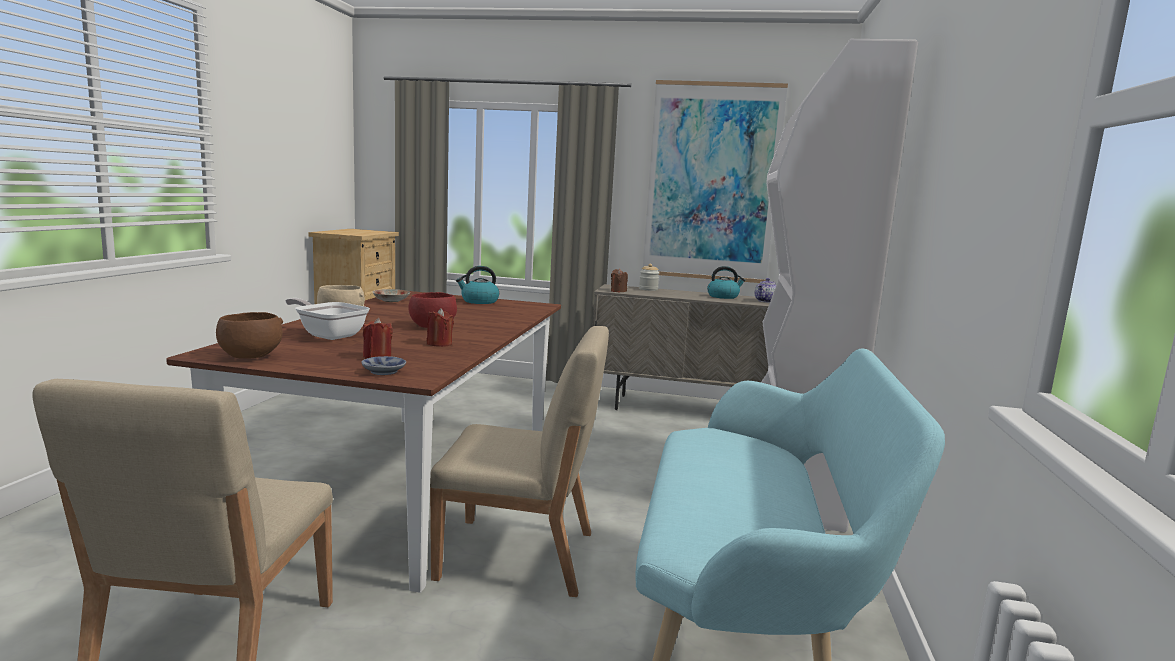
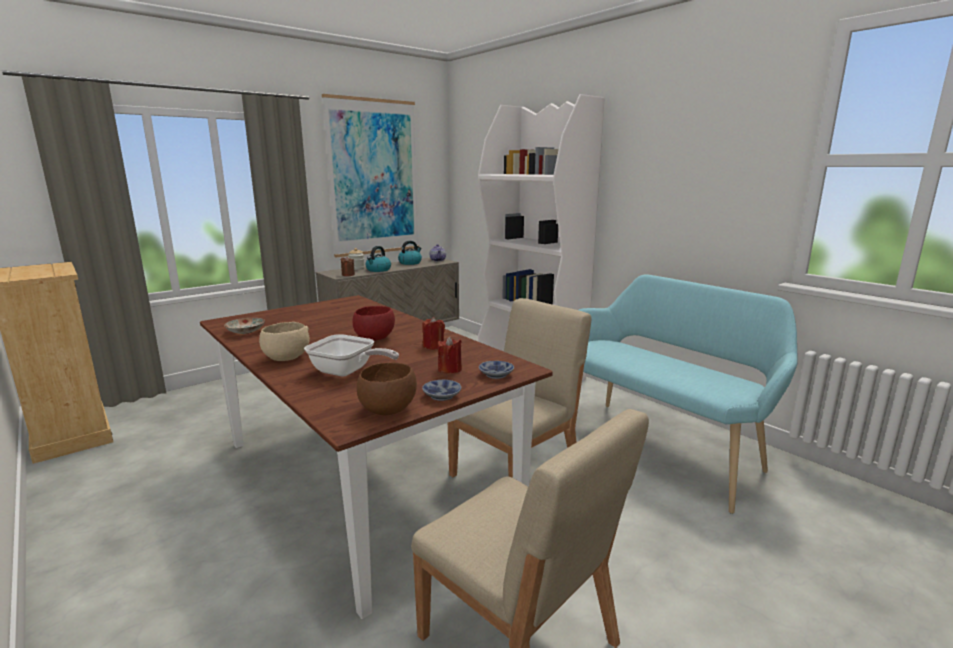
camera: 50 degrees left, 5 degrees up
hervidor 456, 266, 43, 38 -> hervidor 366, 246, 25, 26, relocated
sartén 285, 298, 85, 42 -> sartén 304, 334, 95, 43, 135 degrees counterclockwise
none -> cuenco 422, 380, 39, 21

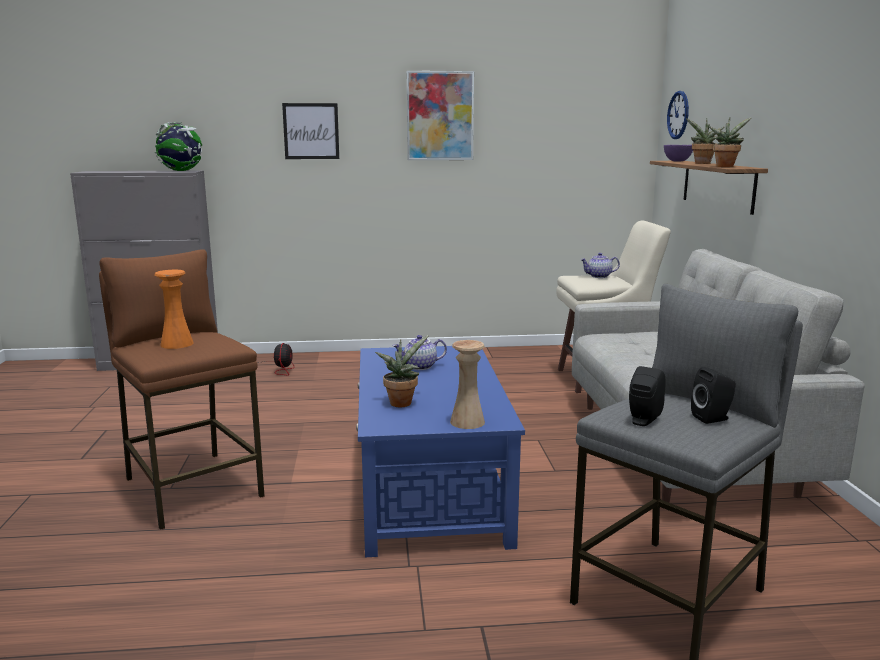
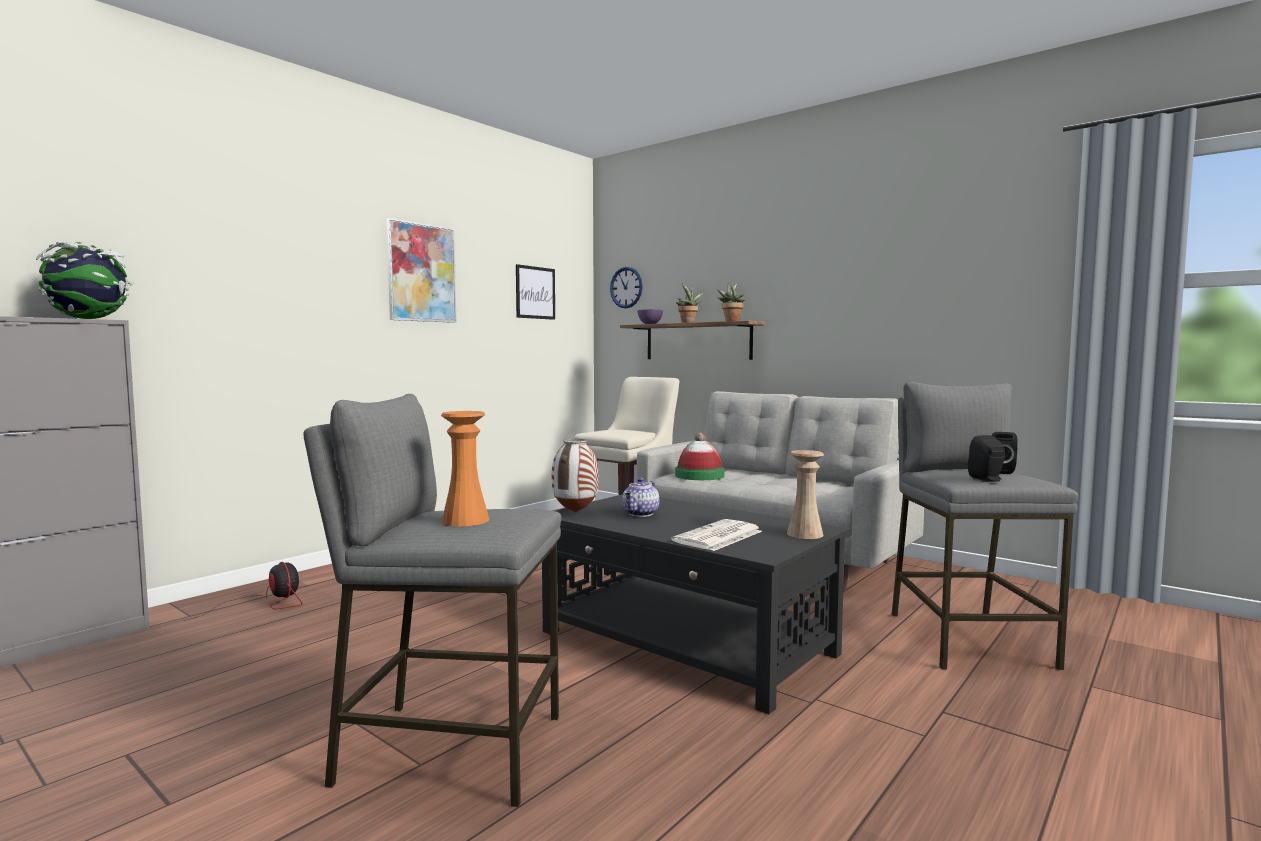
camera: 45 degrees left, 10 degrees down
cuadro 282, 103, 57, 56 -> cuadro 516, 264, 39, 56, relocated
taburete [marrón] 99, 249, 166, 281 -> taburete [gris] 303, 394, 258, 413
tetera 580, 253, 40, 25 -> none
planta en maceta 375, 335, 54, 72 -> periódico 672, 519, 90, 32
mesa de centro [azul] 356, 346, 169, 212 -> mesa de centro [negro] 542, 494, 308, 220
none -> sombrero 675, 432, 50, 48
none -> florero 552, 439, 47, 73

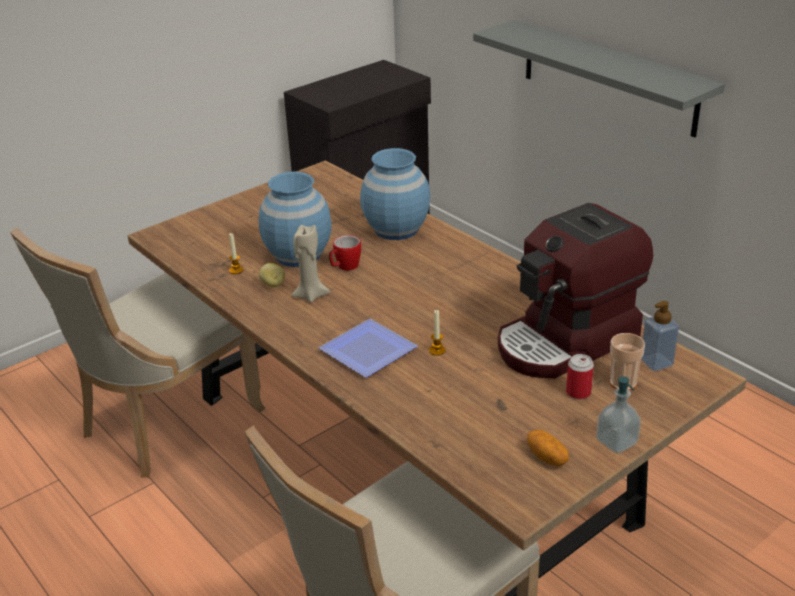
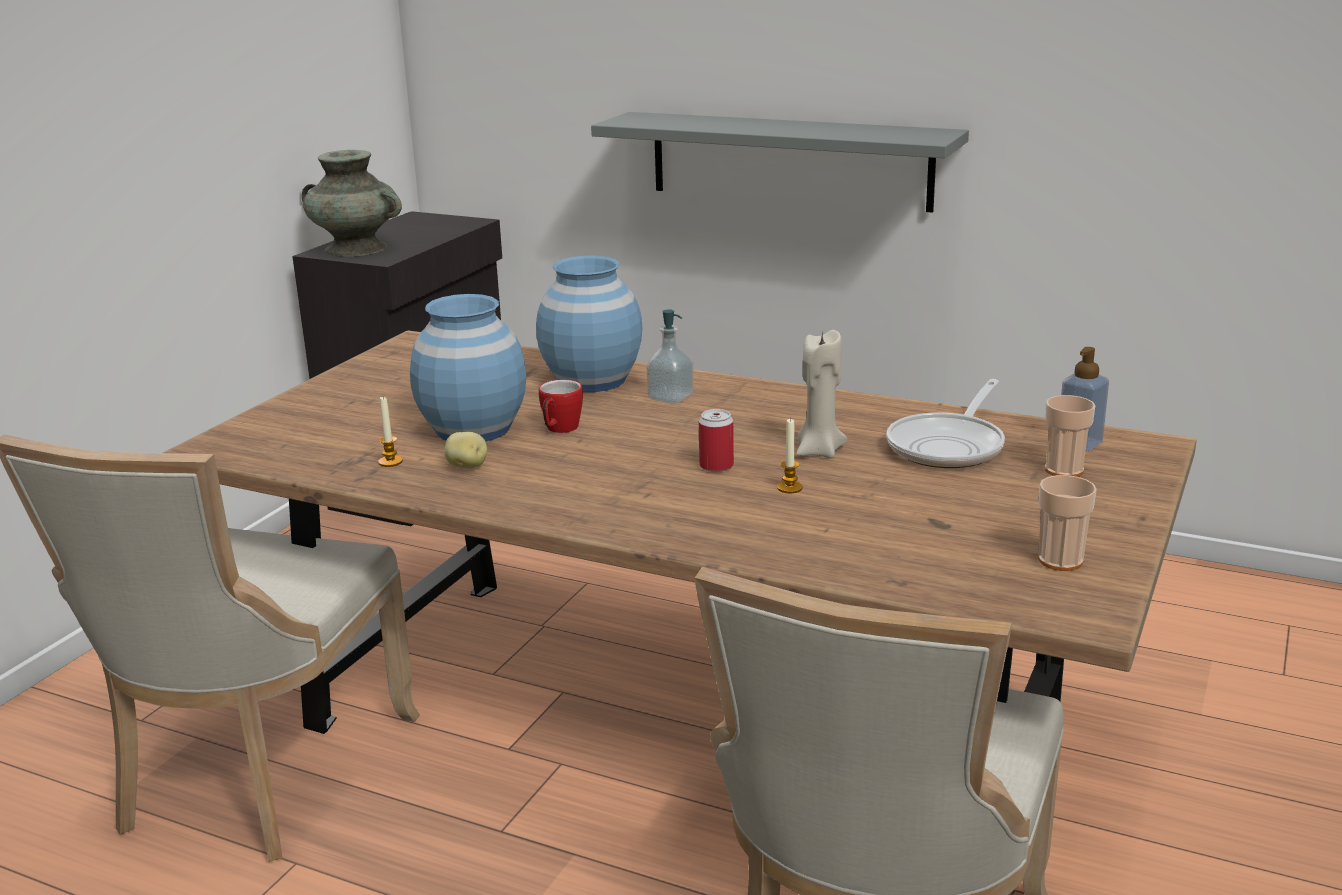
camera: 25 degrees left, 10 degrees down
cafetera 498, 203, 155, 175 -> sartén 886, 379, 119, 89
vela [beis] 291, 225, 39, 78 -> vela [beis] 796, 330, 51, 129, relocated
plato 319, 319, 99, 59 -> none
lata 566, 354, 28, 45 -> lata 699, 409, 35, 63, relocated
dispensador de jabón 596, 377, 45, 77 -> dispensador de jabón 647, 309, 47, 95, relocated
patata 527, 430, 42, 36 -> taza 1038, 475, 59, 96
none -> florero [turquesa] 302, 150, 100, 107

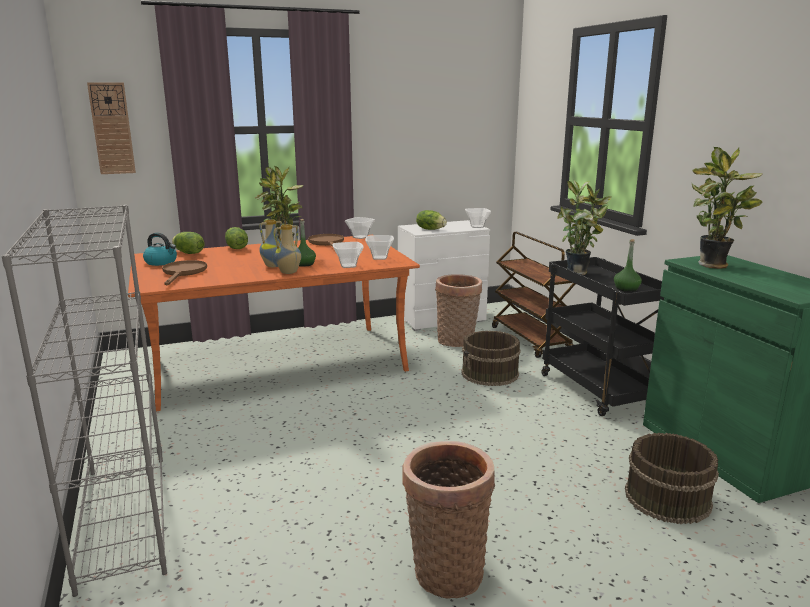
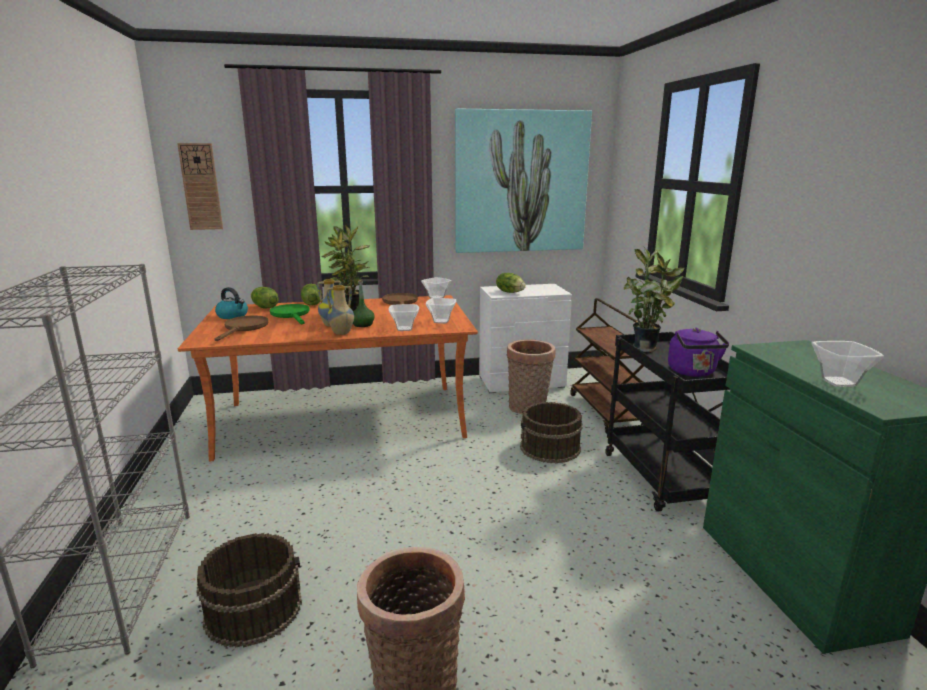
camera: 10 degrees right, 0 degrees up
planta en maceta 692, 146, 71, 123 -> none
cuenco 465, 208, 26, 20 -> cuenco 811, 341, 73, 46, relocated
botella [verde] 614, 239, 28, 53 -> hervidor [morado] 668, 328, 61, 49
cubo [marrón] 625, 433, 94, 91 -> cubo [marrón] 196, 533, 106, 115, relocated
none -> cuadro 455, 109, 137, 144
none -> sartén [verde] 270, 304, 40, 20

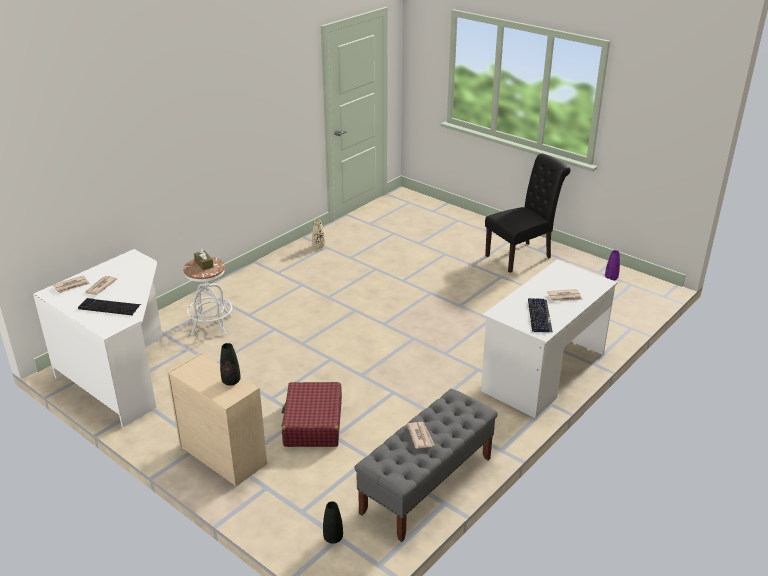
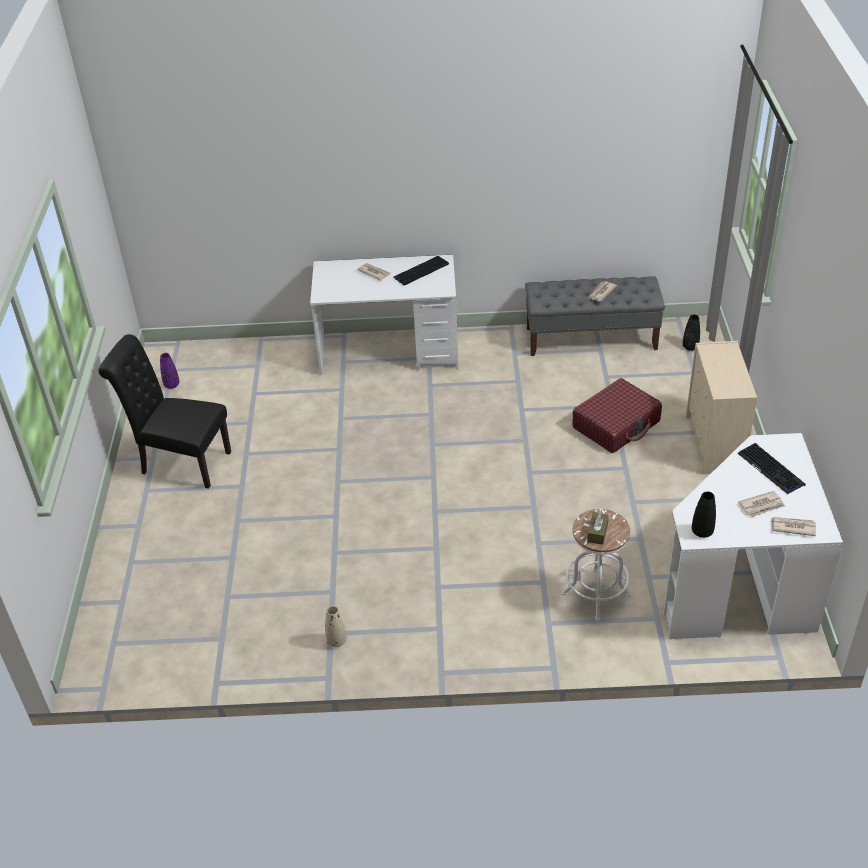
camera: 130 degrees left, 10 degrees up
florero [negro] 220, 343, 21, 43 -> florero [negro] 692, 491, 24, 47, relocated

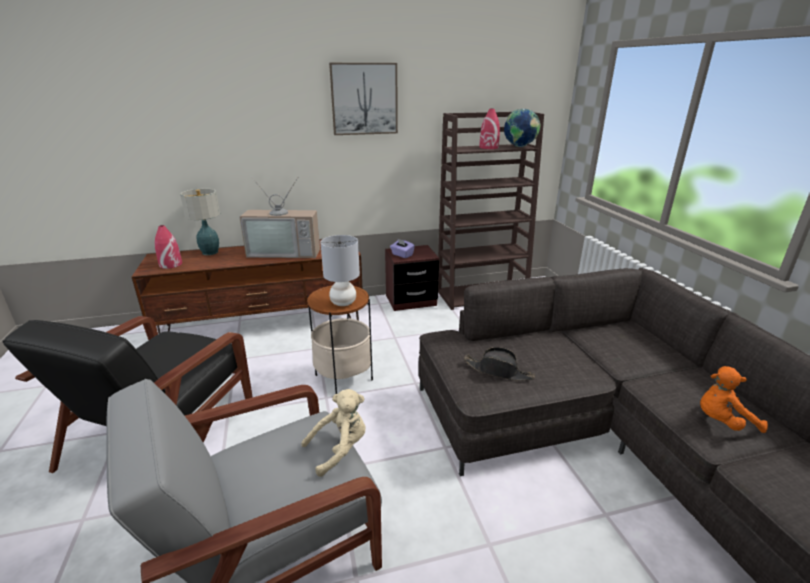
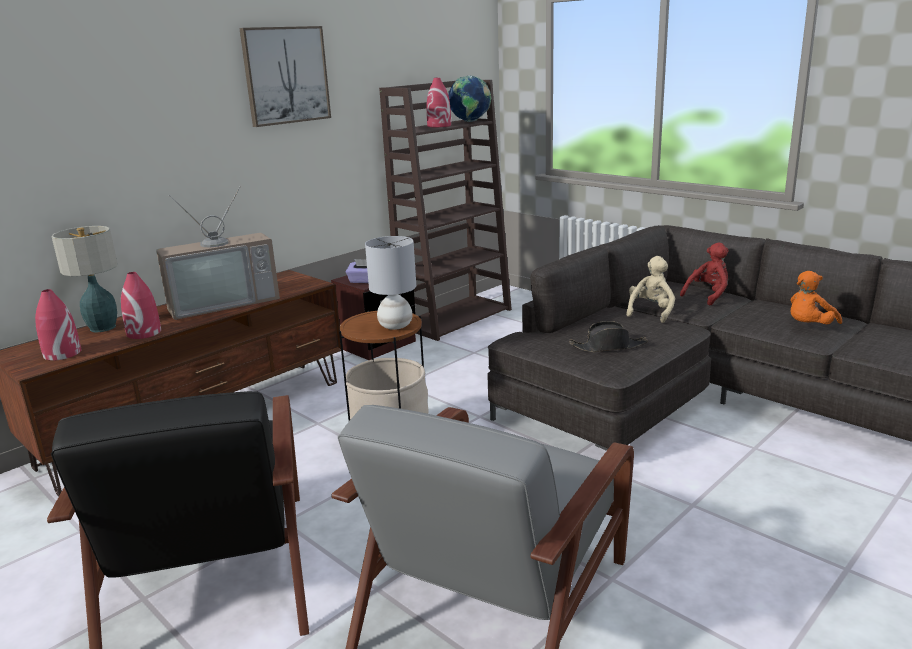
camera: 30 degrees left, 5 degrees down
peluche [beis] 301, 389, 65, 88 -> peluche [beis] 626, 256, 49, 67, relocated
none -> peluche [rojo] 680, 242, 49, 64
none -> florero [rojo] 121, 272, 40, 67

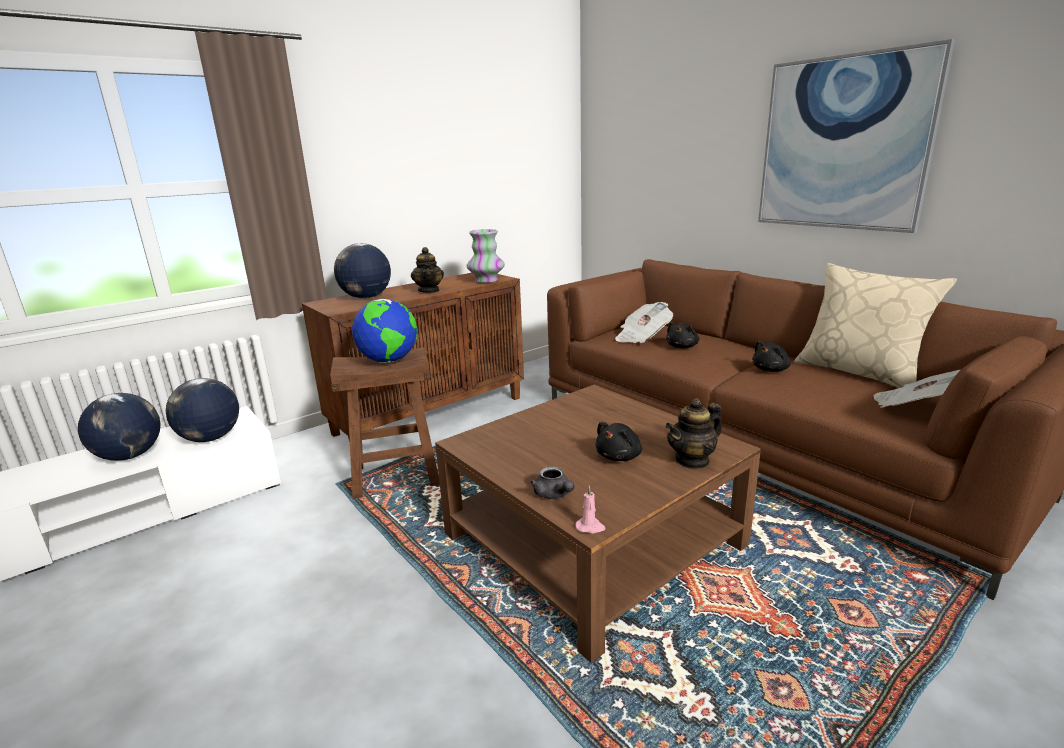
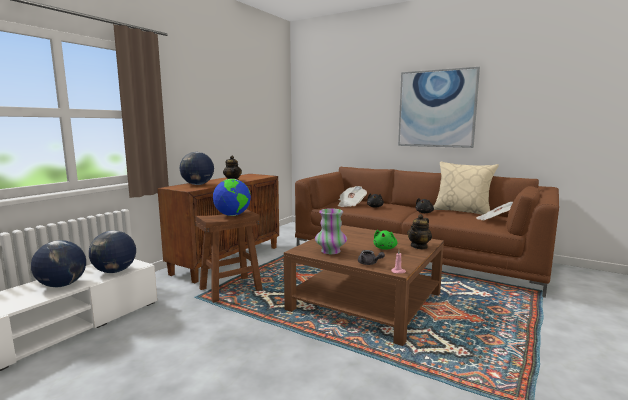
camera: 20 degrees left, 10 degrees down
florero 467, 229, 38, 54 -> florero 315, 208, 32, 46, relocated
peluche [negro] 595, 422, 47, 39 -> peluche [verde] 374, 230, 24, 20

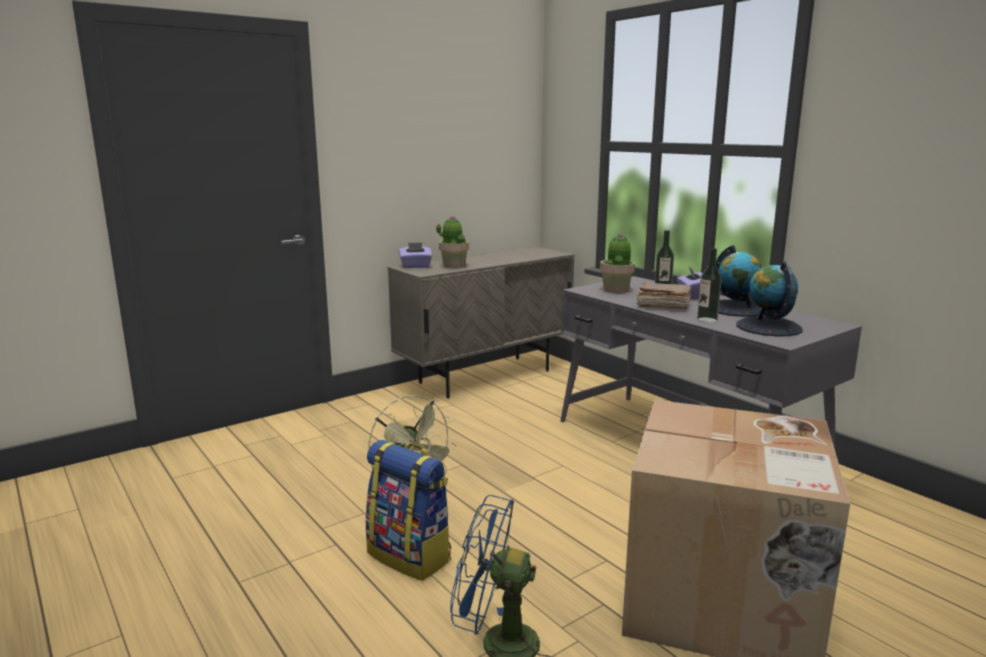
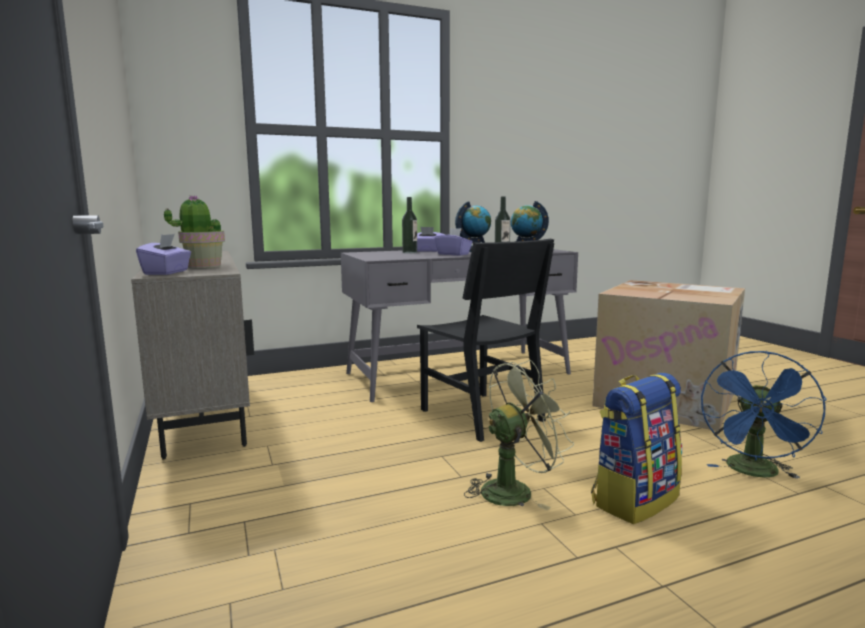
camera: 75 degrees left, 5 degrees down
planta en maceta 600, 234, 35, 59 -> none
libro [marrón] 637, 282, 54, 27 -> caja de pañuelos [morado] 435, 228, 37, 28
none -> silla [negro] 417, 238, 137, 204

